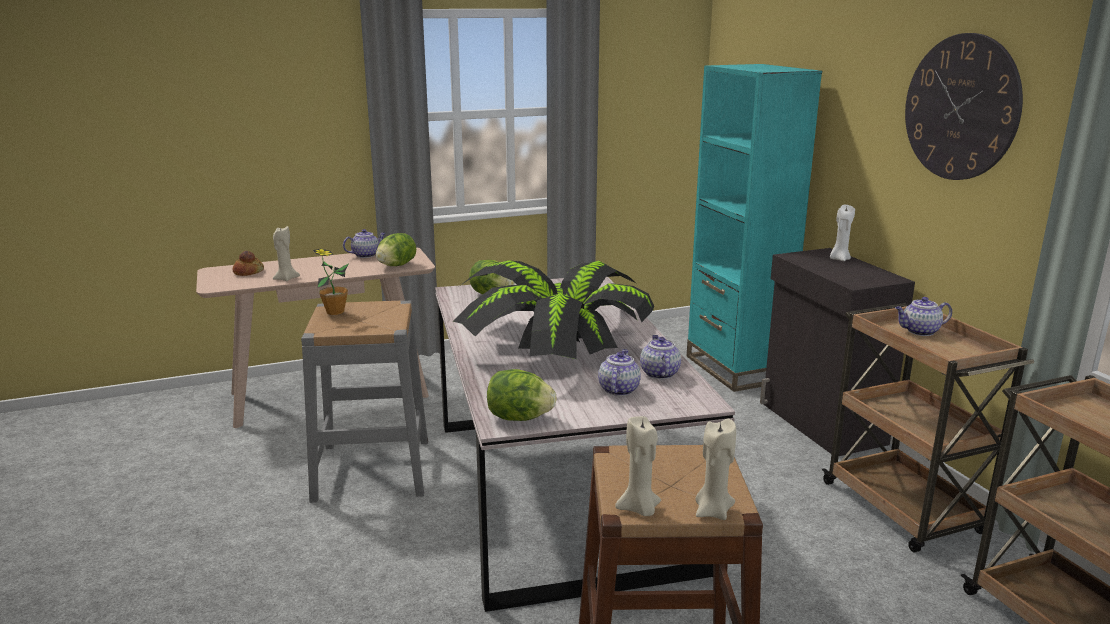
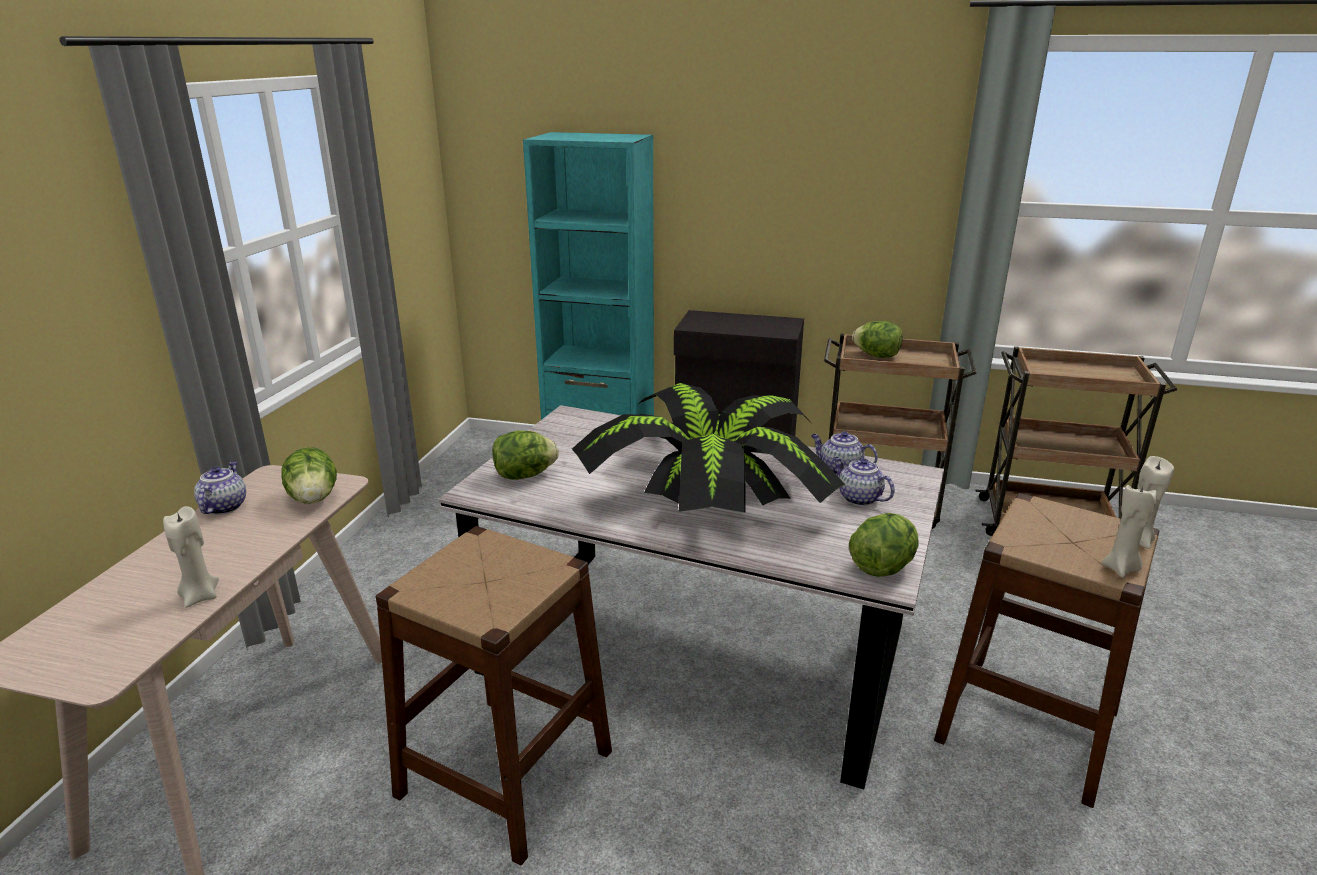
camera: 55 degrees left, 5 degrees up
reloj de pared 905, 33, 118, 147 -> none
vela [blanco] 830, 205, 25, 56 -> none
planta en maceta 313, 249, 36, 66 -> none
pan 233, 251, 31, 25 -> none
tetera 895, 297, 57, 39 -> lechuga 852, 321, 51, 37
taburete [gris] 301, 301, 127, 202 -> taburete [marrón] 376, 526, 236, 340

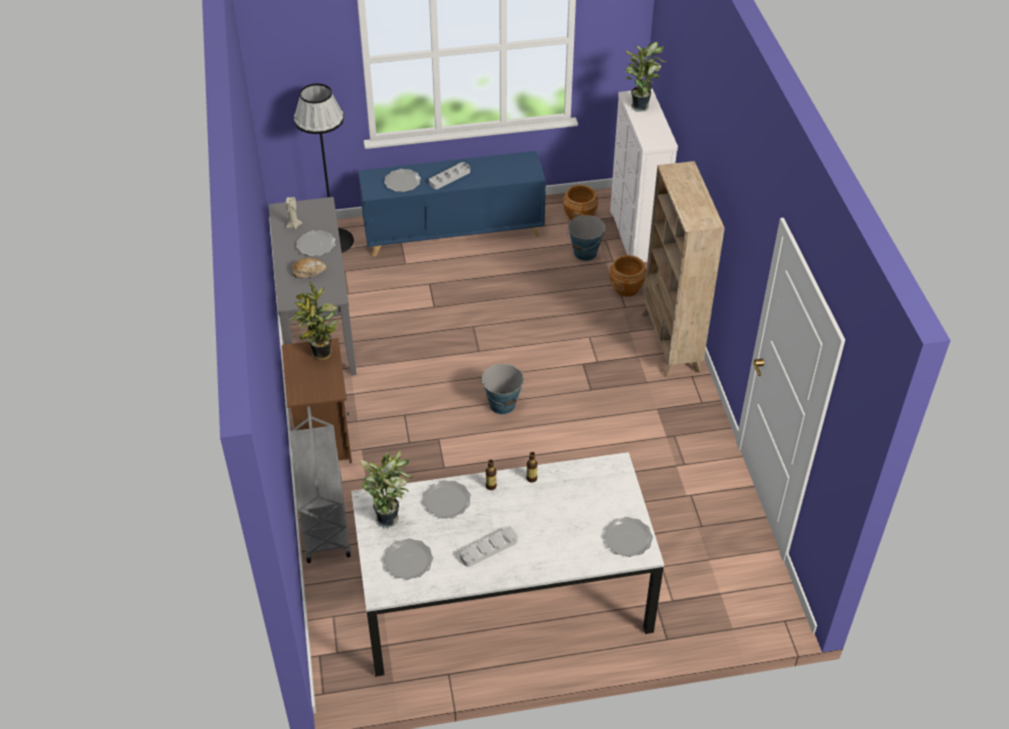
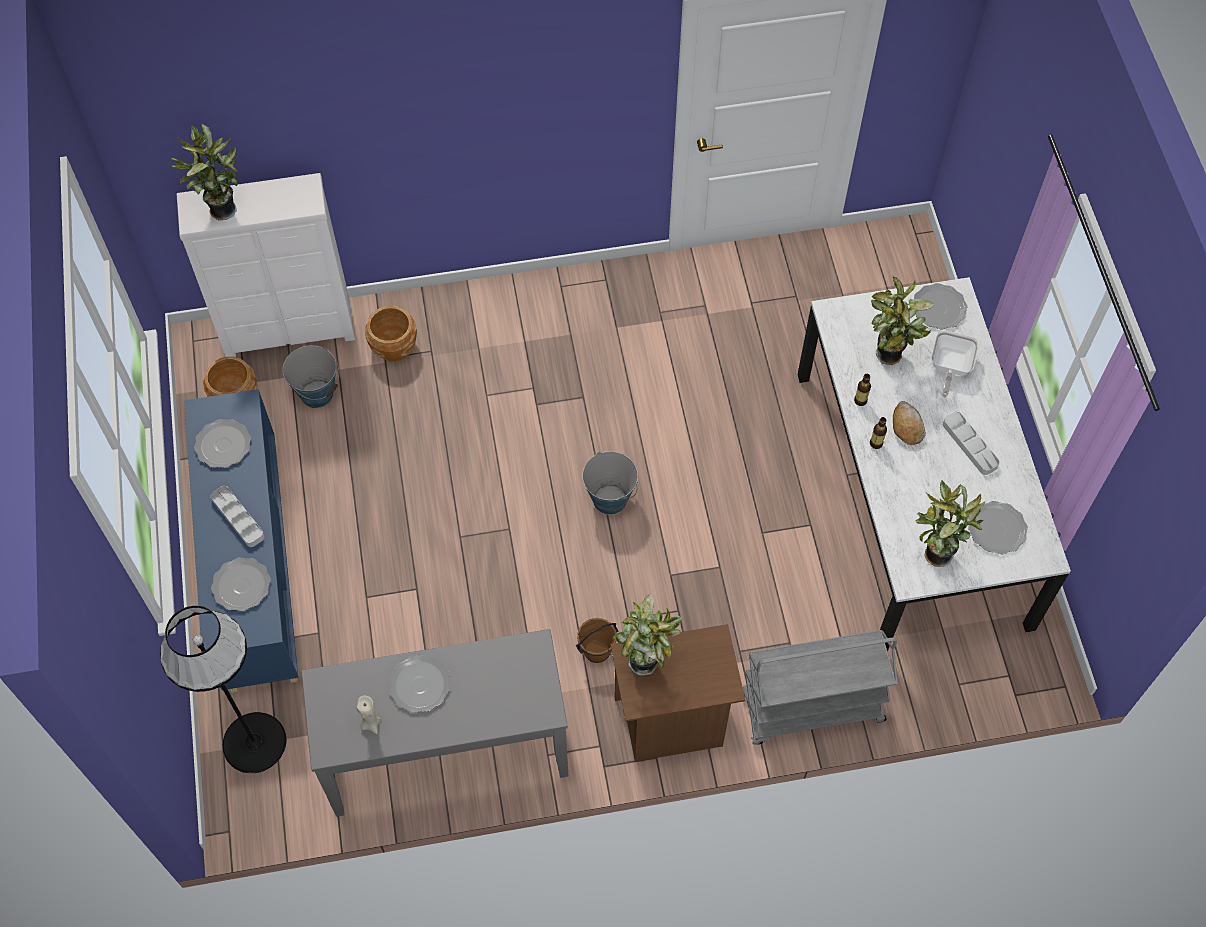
camera: 90 degrees left, 15 degrees up
estantería [beis] 641, 161, 84, 217 -> none
pan 292, 258, 35, 20 -> pan 893, 401, 33, 44, relocated
plato 423, 480, 48, 38 -> plato 194, 419, 57, 49, relocated
none -> planta en maceta 871, 276, 63, 89
none -> sartén 931, 330, 48, 67
none -> cubo [marrón] 576, 618, 42, 45

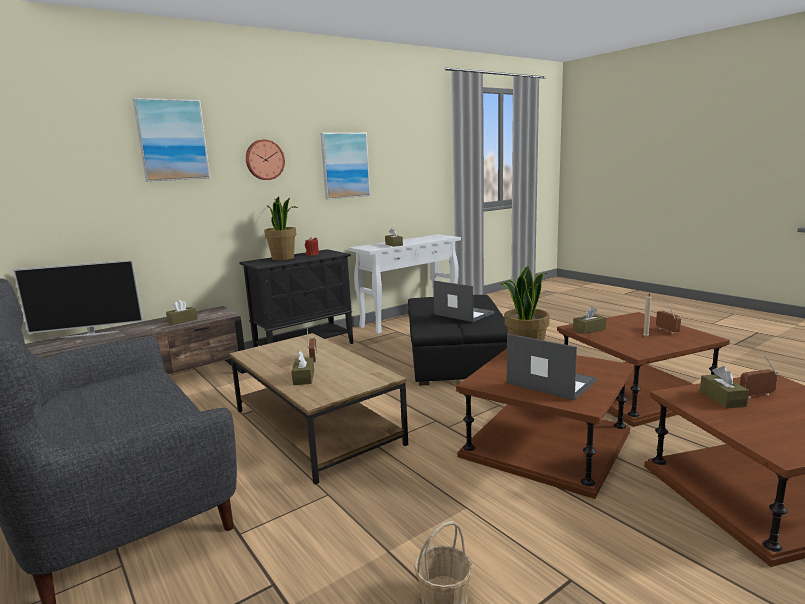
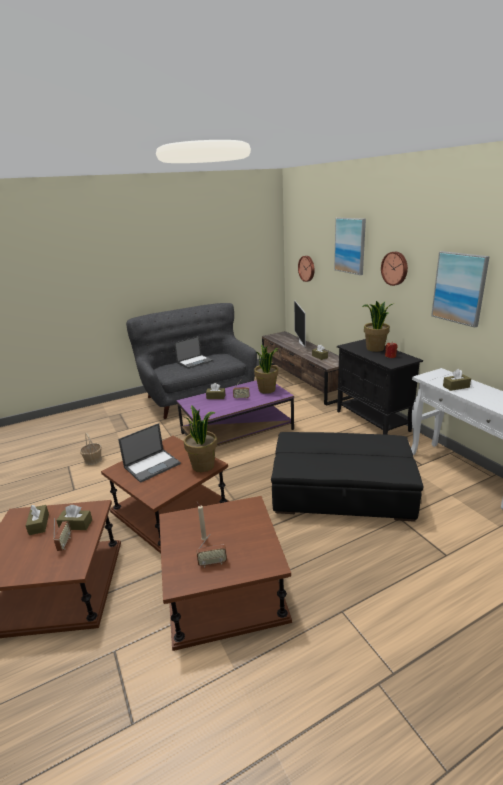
camera: 100 degrees right, 10 degrees up
portátil 433, 281, 61, 41 -> portátil 174, 336, 39, 33, relocated
caja de pañuelos [marrón] 573, 306, 33, 28 -> caja de pañuelos [marrón] 26, 505, 23, 30, relocated
mesa de centro [marrón] 230, 333, 178, 152 -> mesa de centro [morado] 177, 380, 117, 65
none -> reloj de pared 298, 256, 17, 26
none -> planta en maceta 254, 345, 24, 49

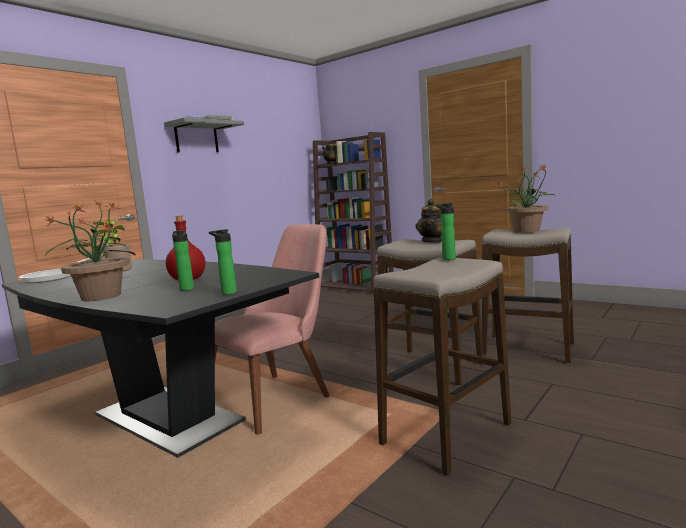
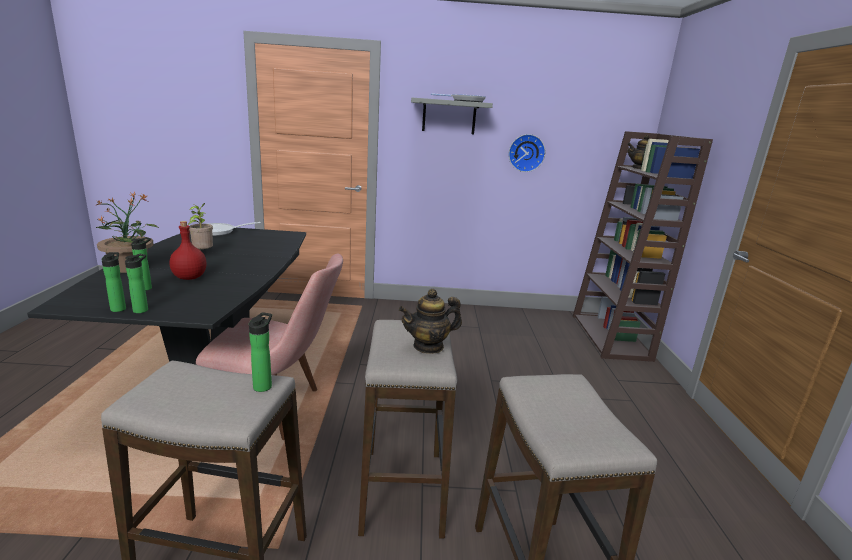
camera: 50 degrees right, 10 degrees up
planta en maceta 497, 165, 59, 67 -> none
none -> reloj de pared 509, 134, 36, 38
none -> botella 125, 254, 23, 59

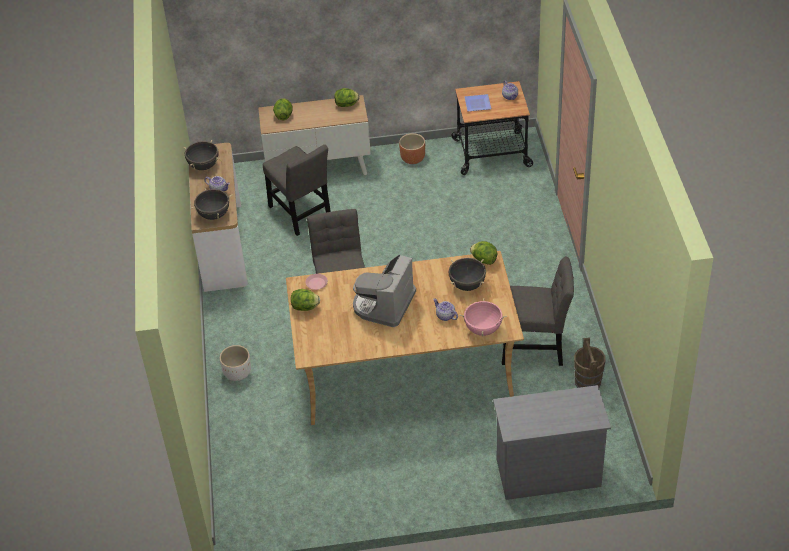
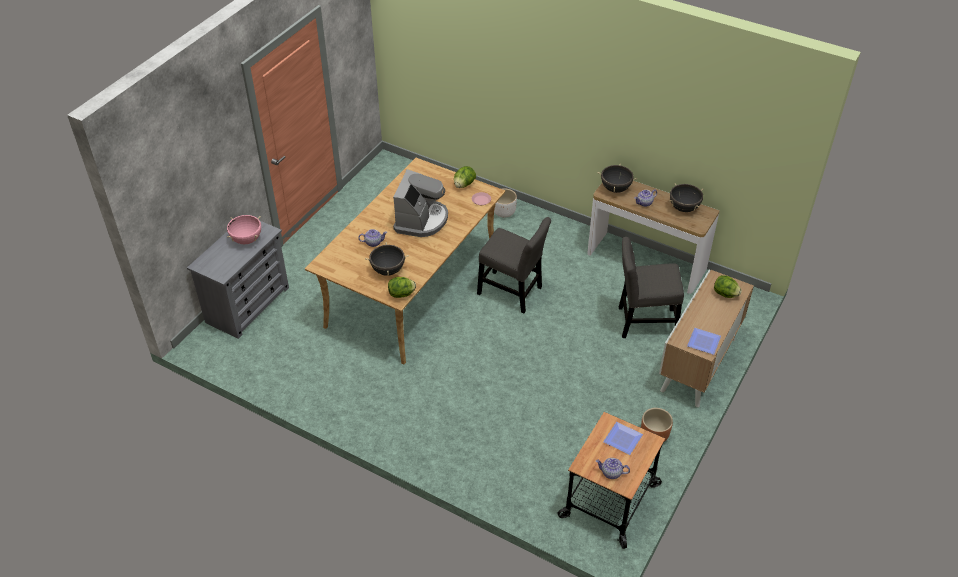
camera: 125 degrees right, 0 degrees up
lechuga 334, 88, 25, 19 -> plato 687, 328, 34, 27
cafetera 353, 254, 63, 73 -> cafetera 393, 169, 55, 68, 45 degrees clockwise
silla [gris] 502, 256, 72, 110 -> none
olla [rosa] 459, 298, 48, 38 -> olla [rosa] 227, 215, 34, 29, relocated
cubo [marrón] 574, 337, 32, 51 -> none

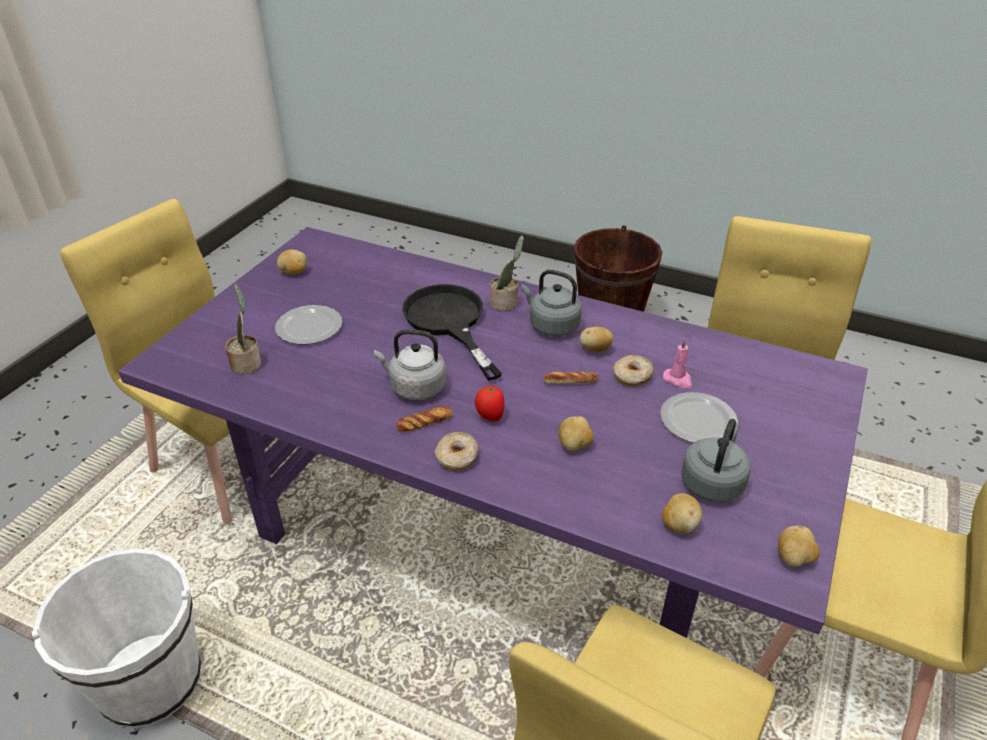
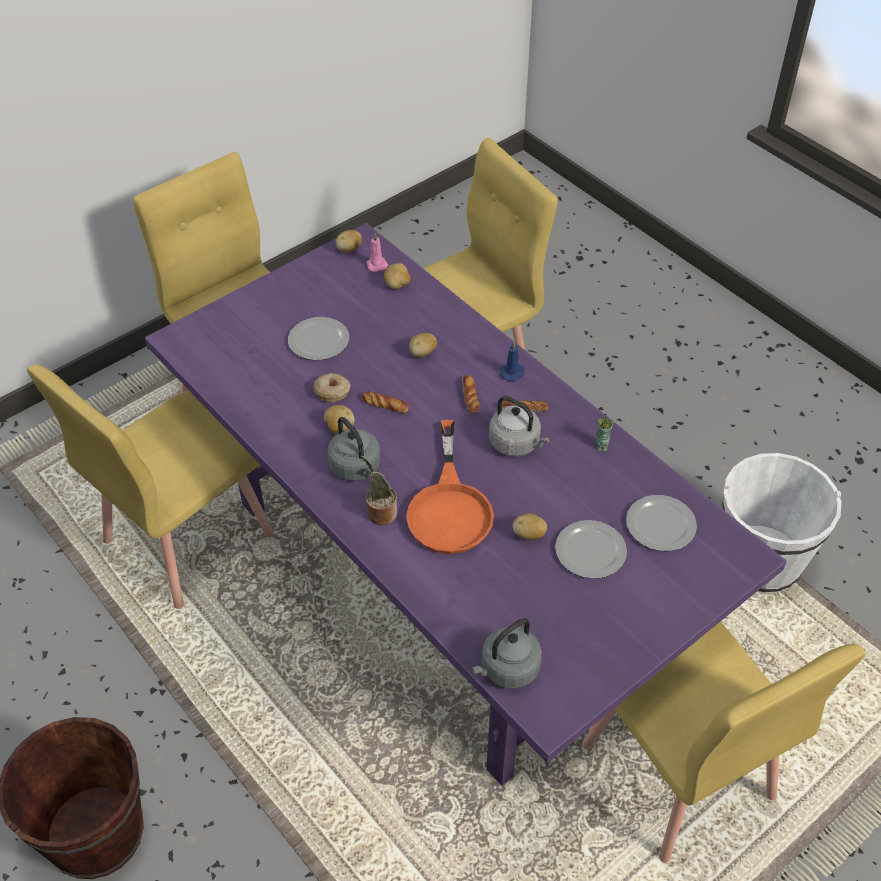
camera: 155 degrees left, 10 degrees up
patata 277, 249, 30, 25 -> patata 513, 513, 34, 26, relocated
planta en maceta 225, 284, 36, 90 -> plato 626, 495, 71, 56
sartén [negro] 402, 284, 100, 97 -> sartén [naranja] 406, 420, 88, 134
vela [rosa] 663, 339, 29, 49 -> vela [rosa] 366, 233, 22, 39, relocated
tomate 475, 385, 30, 36 -> pan 462, 375, 18, 38
hervidor [gris] 681, 419, 70, 83 -> hervidor [gris] 471, 618, 71, 71, relocated
rosquilla 435, 432, 44, 39 -> vela [azul] 499, 342, 26, 39
none -> taza 595, 416, 19, 36

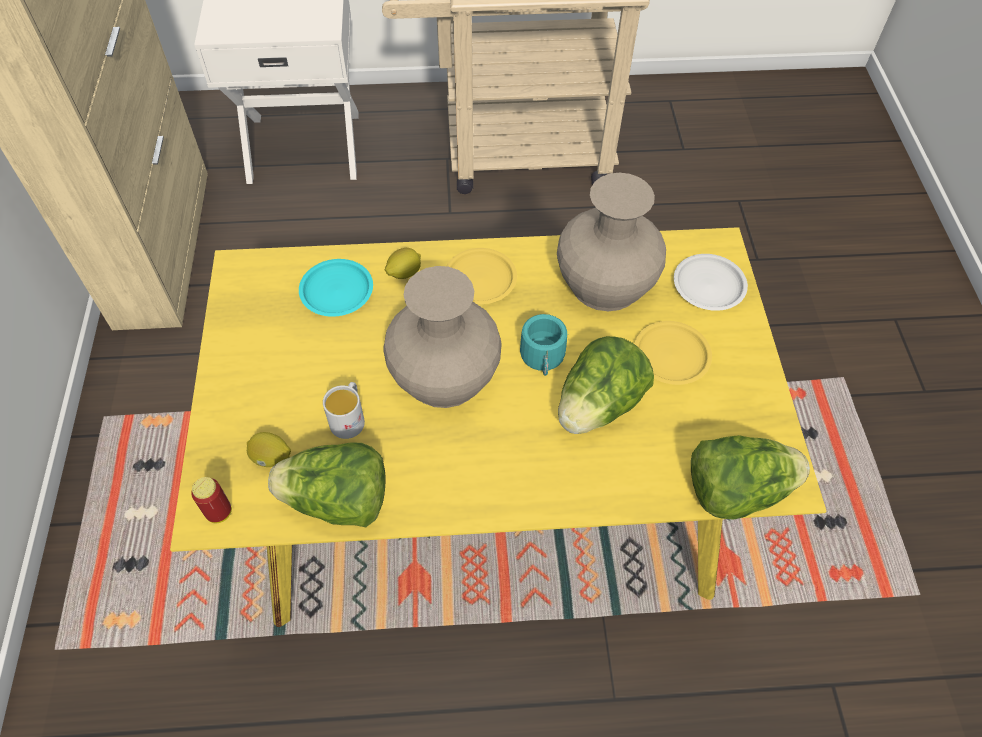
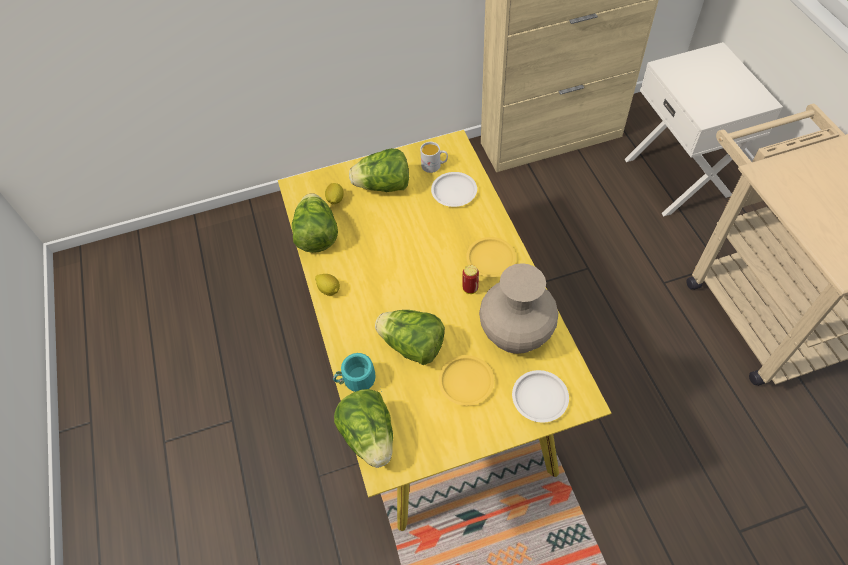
camera: 80 degrees right, 0 degrees up
limón 385, 248, 36, 31 -> limón 315, 274, 25, 22, relocated
plato [turquesa] 299, 259, 74, 58 -> plato [blanco] 431, 172, 46, 35
florero [beis] 384, 266, 118, 142 -> none
taza grande [turquesa] 520, 314, 49, 62 -> taza grande [turquesa] 333, 353, 49, 39, relocated
taza grande [blanco] 323, 382, 42, 57 -> taza grande [blanco] 420, 142, 28, 31, relocated
lata 191, 477, 41, 46 -> lata 463, 265, 16, 29, relocated
none -> lechuga 349, 148, 60, 44

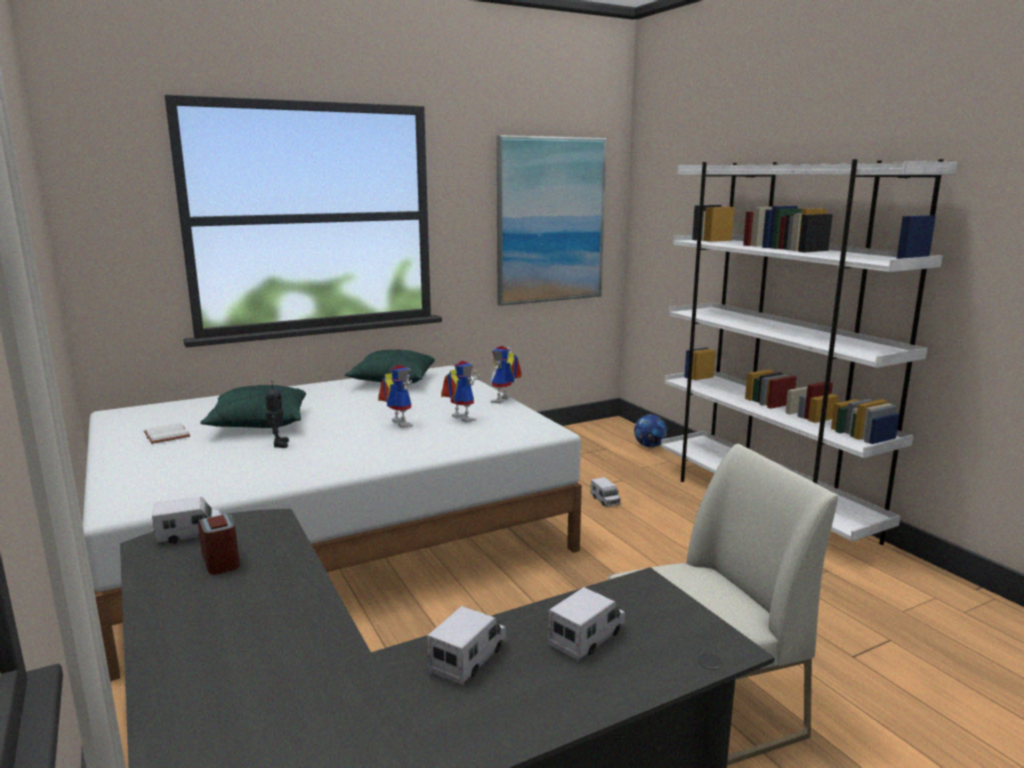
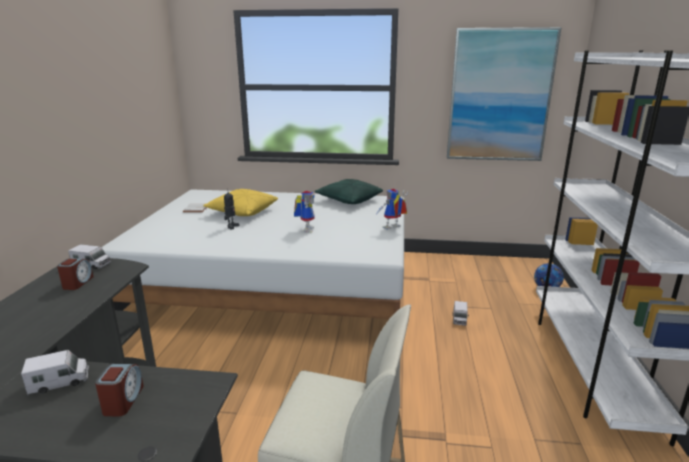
camera: 35 degrees right, 5 degrees up
robot de juguete 441, 361, 39, 62 -> none
cojín [verde] 200, 385, 106, 43 -> cojín [amarillo] 203, 189, 75, 27
camión de juguete 548, 587, 77, 74 -> despertador 95, 364, 49, 52

